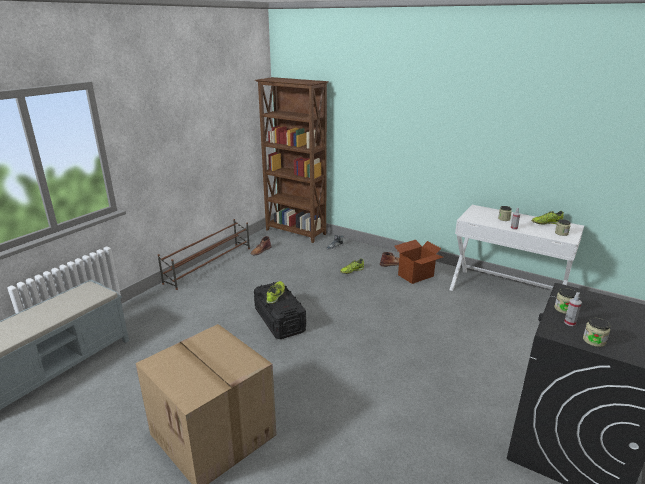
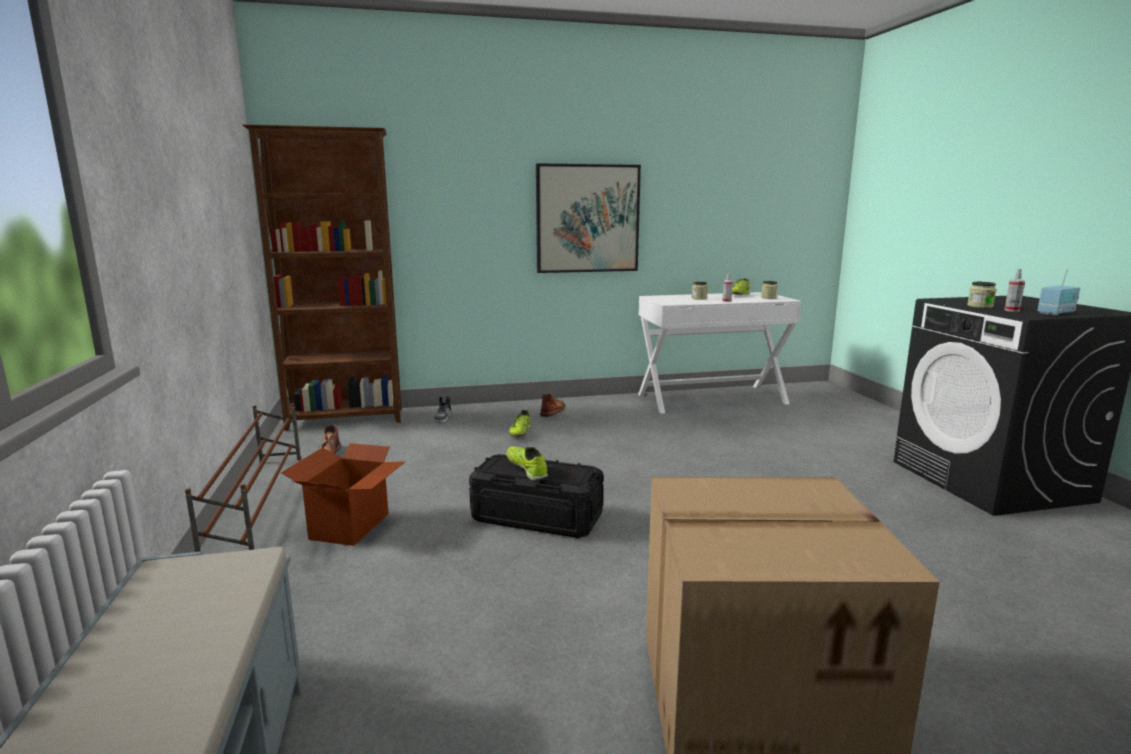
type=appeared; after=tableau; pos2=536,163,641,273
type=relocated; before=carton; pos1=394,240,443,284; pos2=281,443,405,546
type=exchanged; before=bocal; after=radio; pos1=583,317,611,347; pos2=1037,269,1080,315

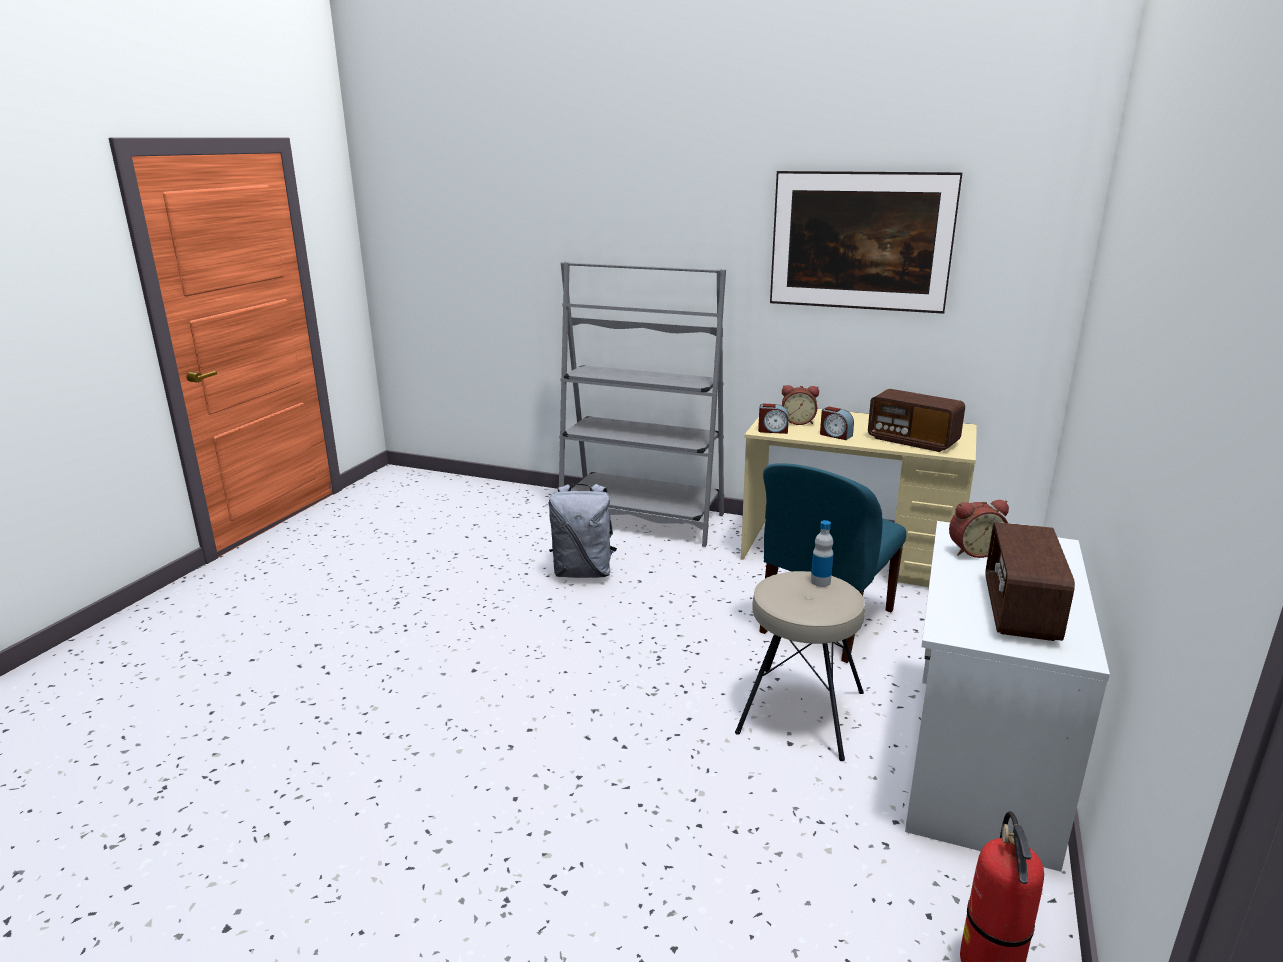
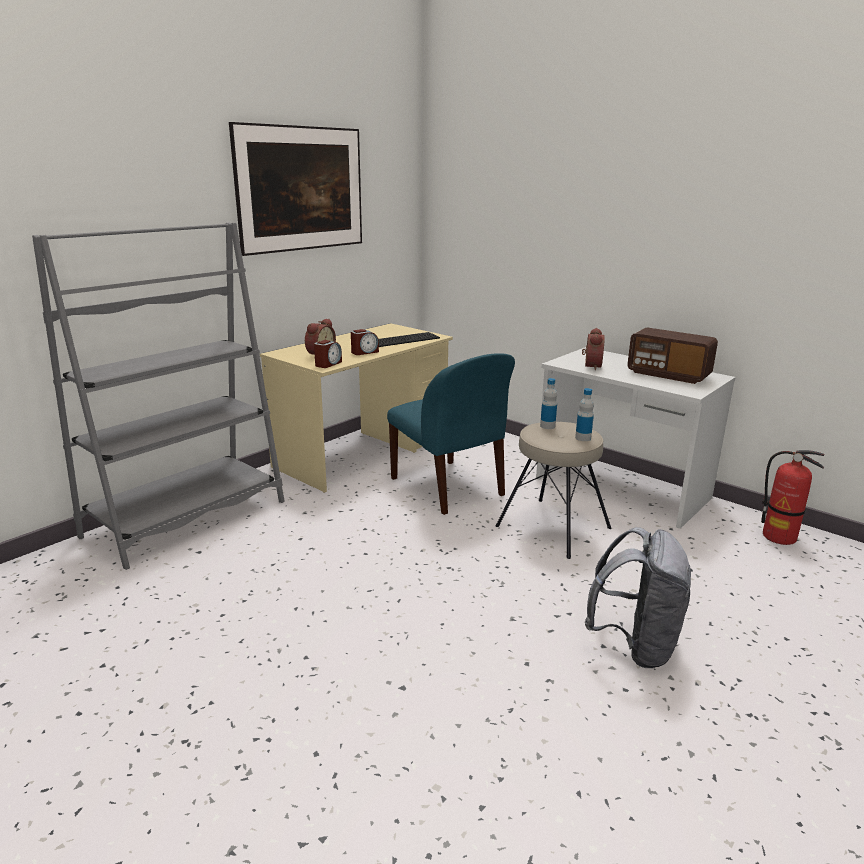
type=appeared; after=bouteille; pos2=575,388,594,441
type=relocated; before=sac à dos (gris); pos1=549,484,617,578; pos2=585,527,693,668
type=exchanged; before=radio; after=clavier; pos1=868,389,965,452; pos2=378,332,440,347

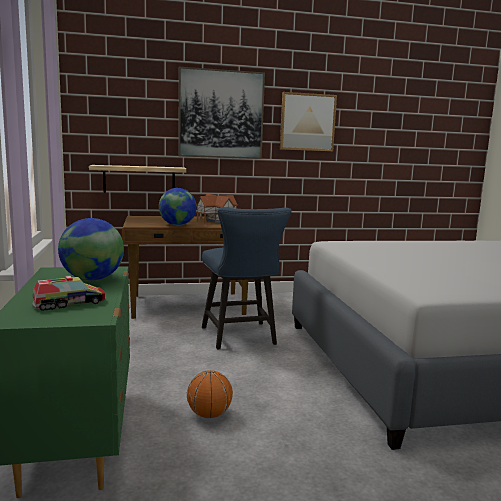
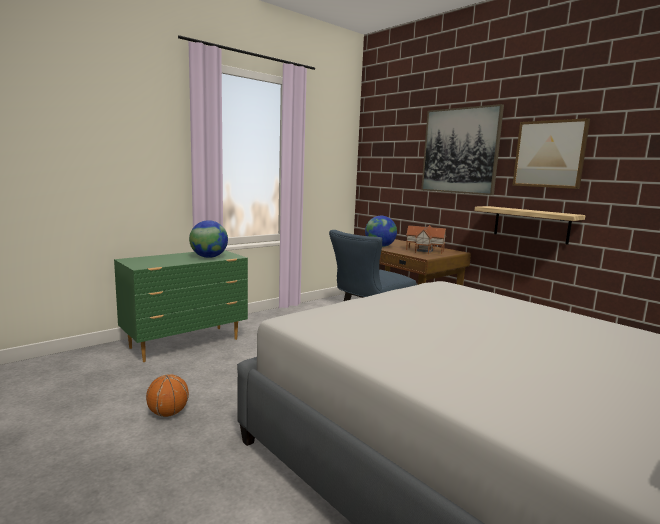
type=missing; before=camion jouet; pos1=32,275,106,311
type=relocated; before=étagère; pos1=89,165,186,193; pos2=474,206,586,245
type=relocated; before=ballon de basket; pos1=187,370,233,418; pos2=146,374,189,417

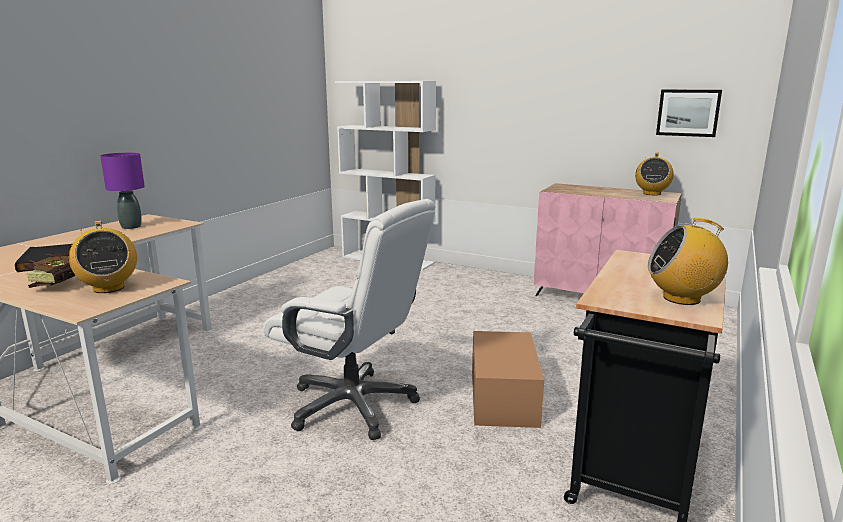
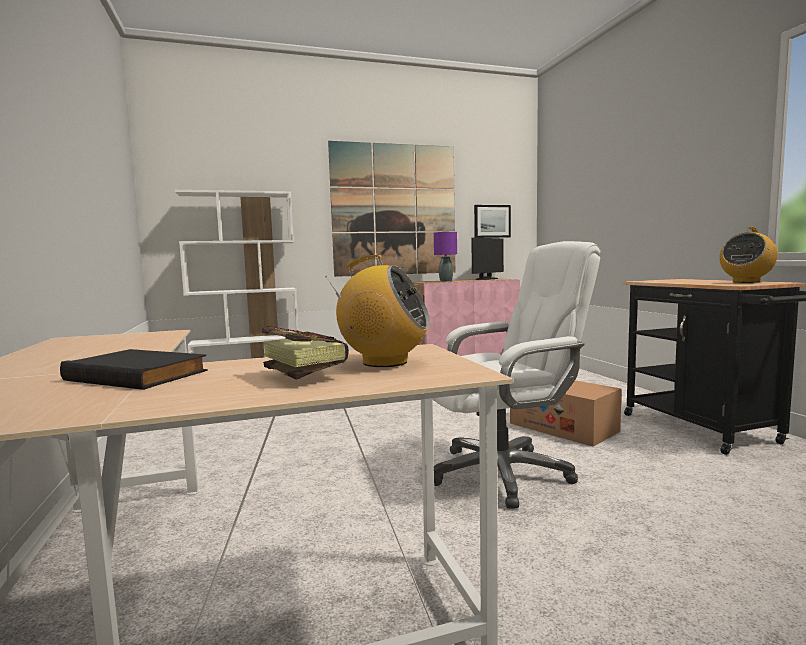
type=appeared; after=tableau; pos2=328,141,455,277
type=relocated; before=lampe de table (violet); pos1=100,153,145,229; pos2=434,232,457,282
type=exchanged; before=radio; after=écran d'ordinateur; pos1=635,152,674,195; pos2=471,238,504,280

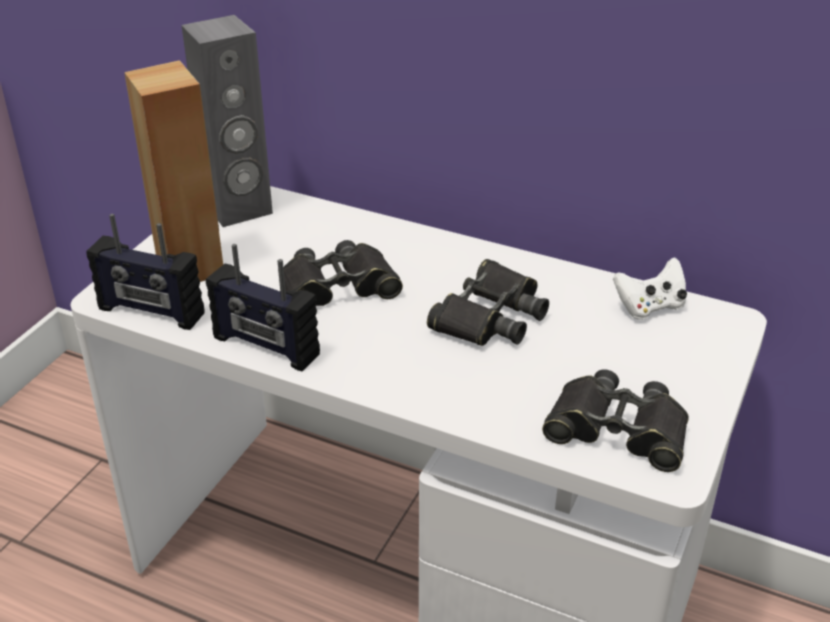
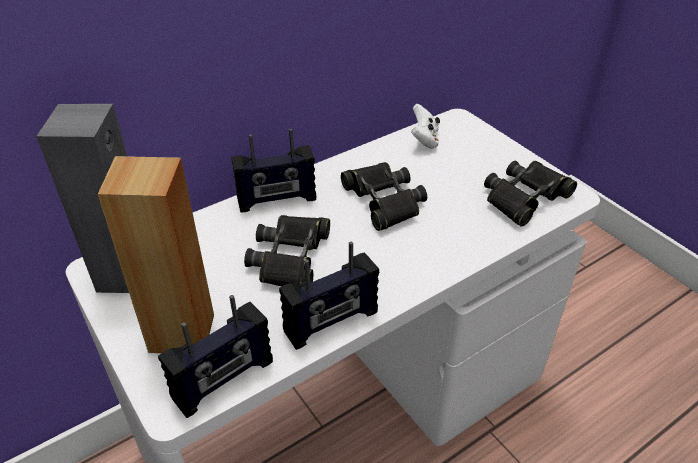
type=appeared; after=radio; pos2=231,129,316,212

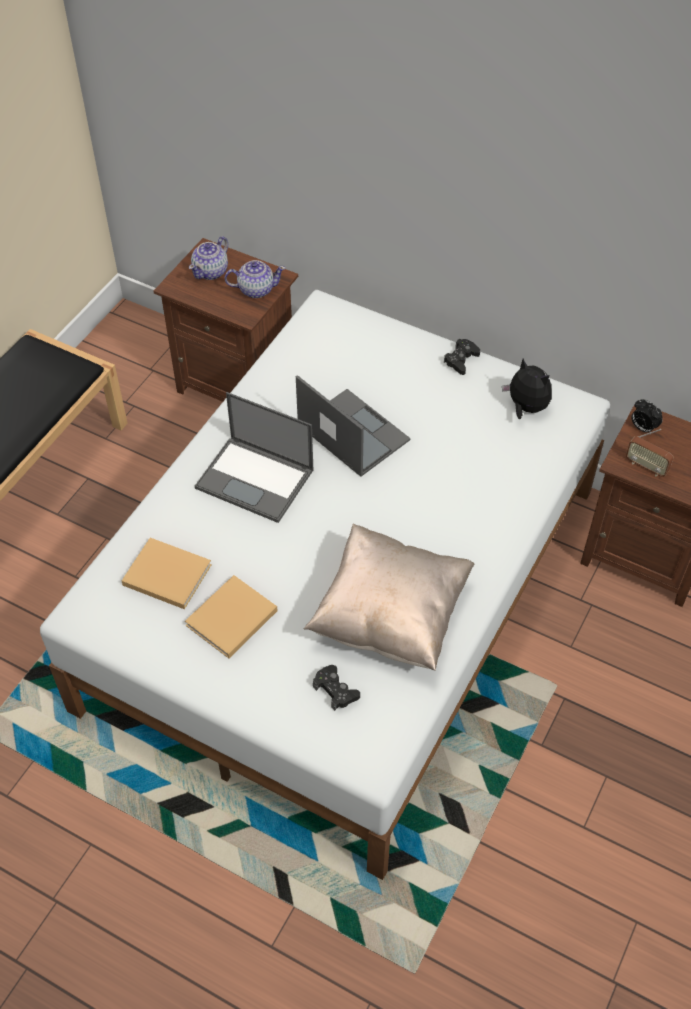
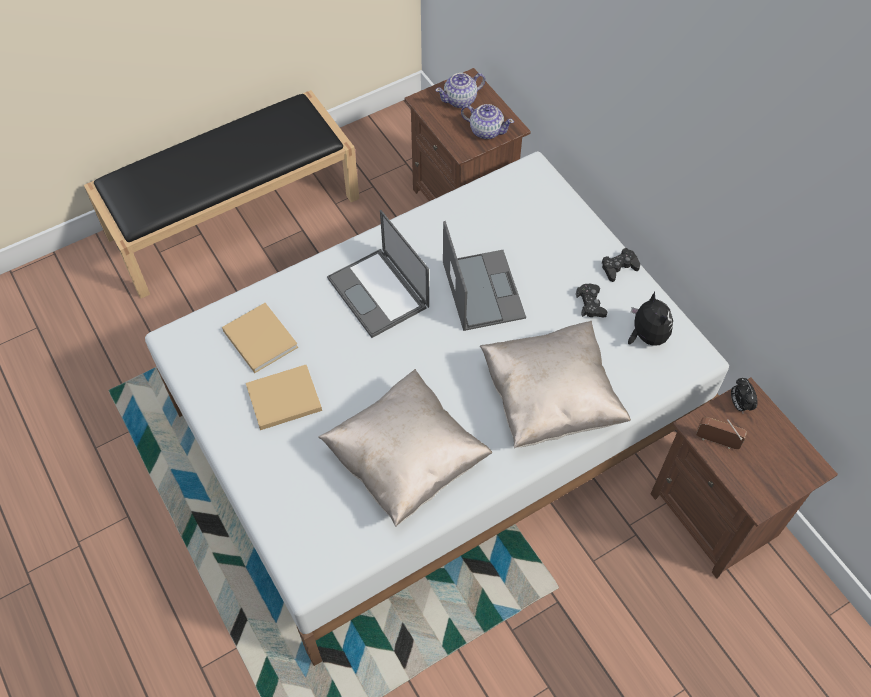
type=appeared; after=coussin (beige); pos2=480,321,631,448
type=relocated; before=manette (noir); pos1=313,665,360,711; pos2=576,284,607,318
type=spun; before=radio; pos1=626,429,673,477; pos2=696,417,747,449; turn=135

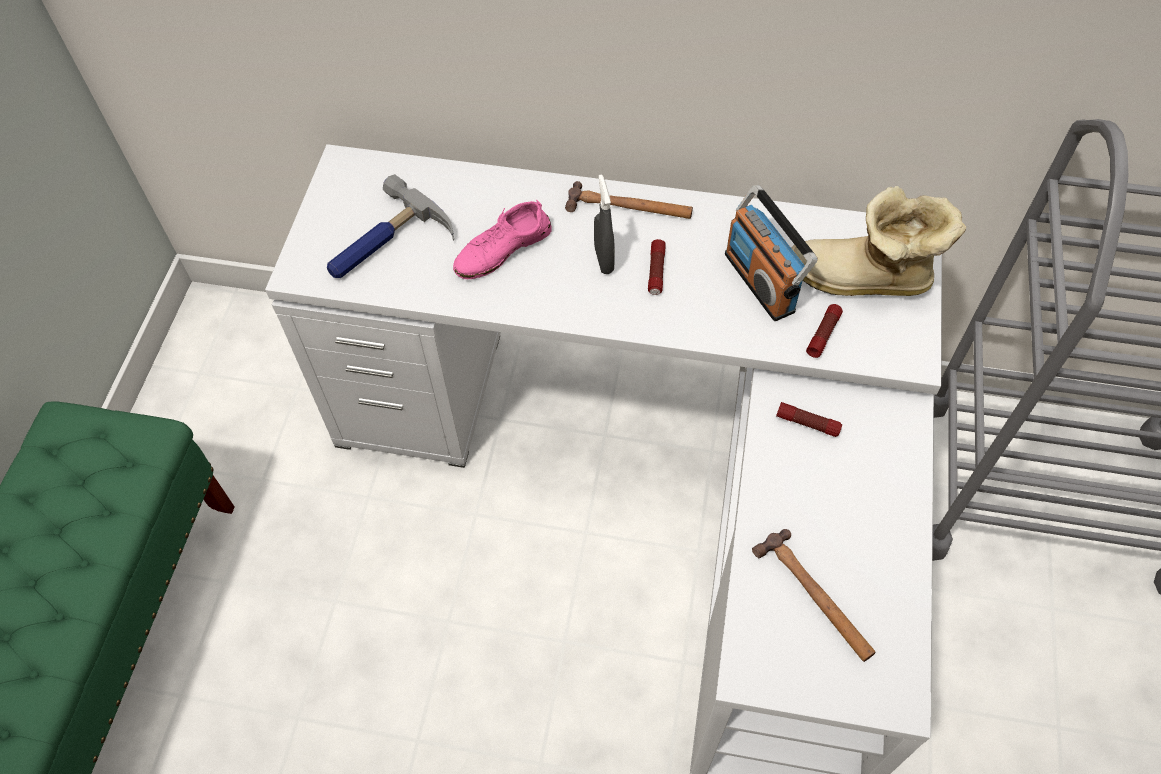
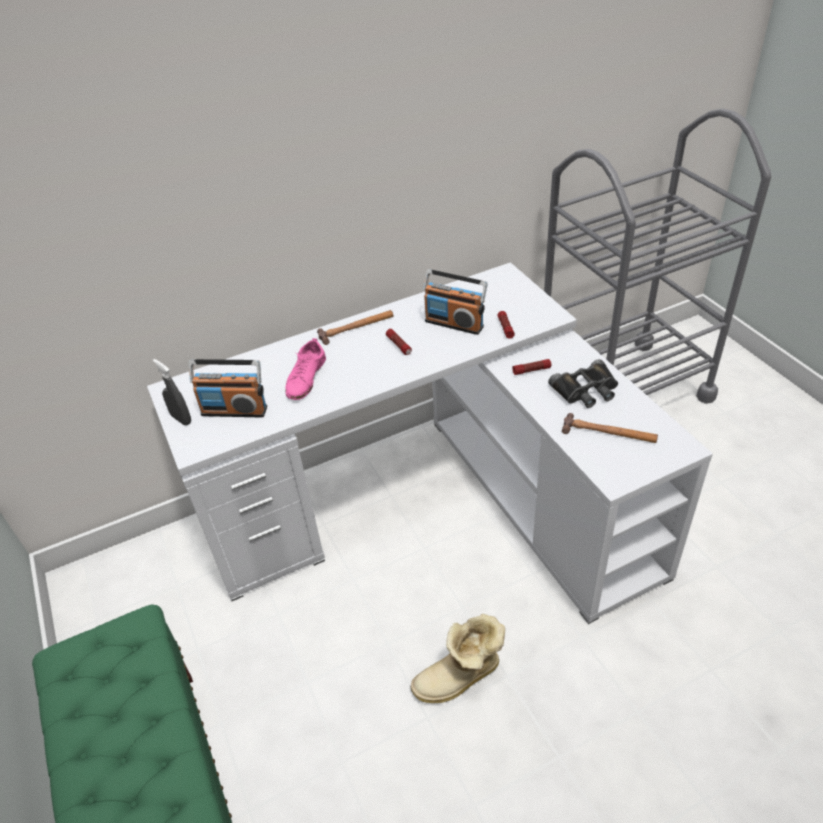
type=appeared; after=jumelles (noir); pos2=548,359,618,408
type=relocated; before=vaporisateur (gris); pos1=594,174,615,274; pos2=153,359,191,425
type=relocated; before=botte; pos1=791,186,966,296; pos2=411,614,505,703
type=exchanged; before=marteau; after=radio; pos1=327,174,454,278; pos2=189,359,267,417

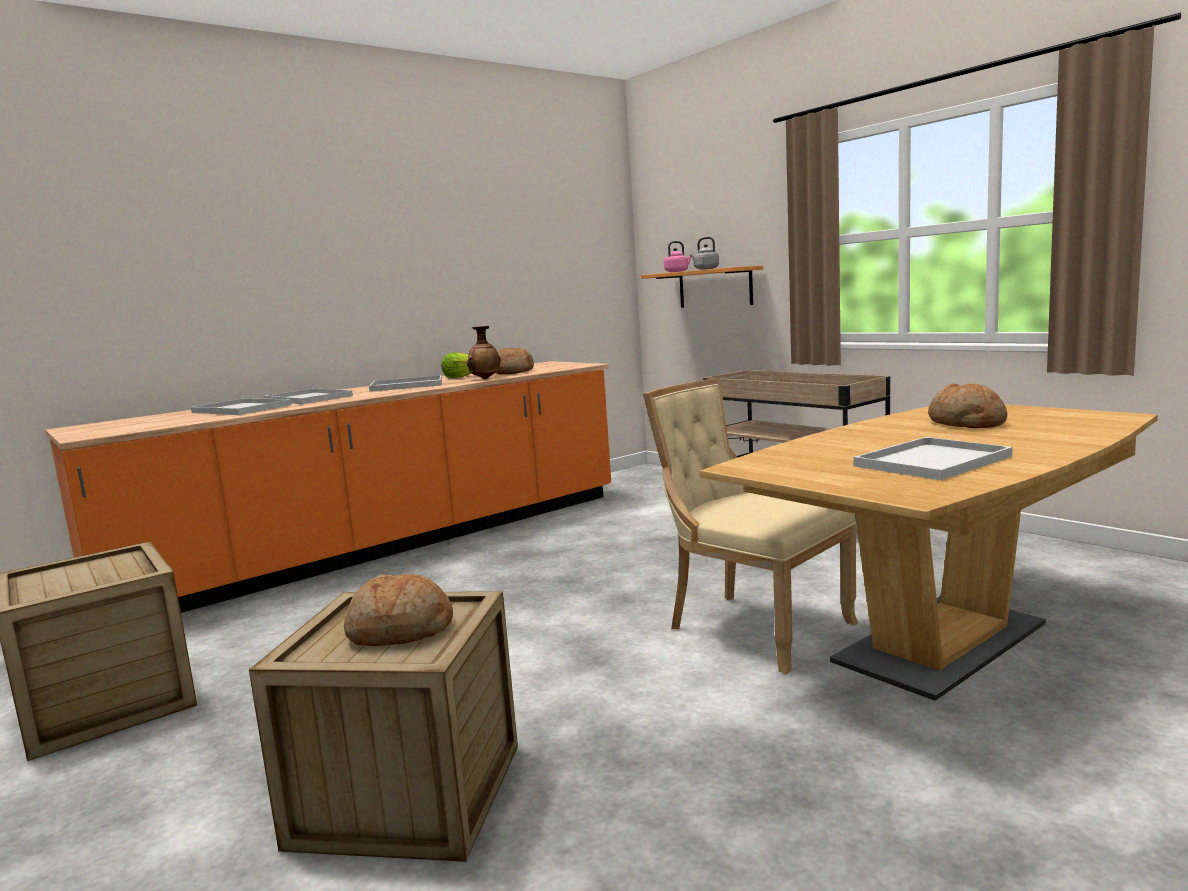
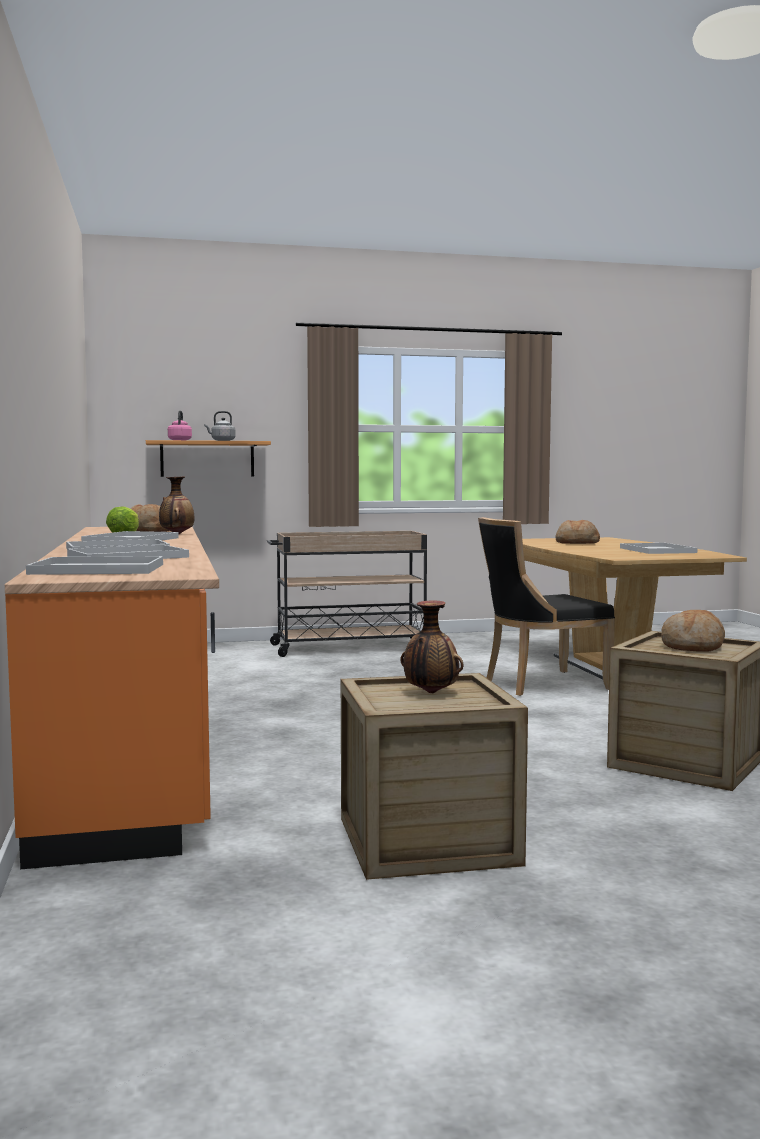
type=appeared; after=plateau (blanc); pos2=26,556,163,575
type=appeared; after=vase; pos2=400,600,464,693
type=colour; before=chaise (beige); after=chaise (noir); pos1=643,378,858,674; pos2=478,517,615,696

